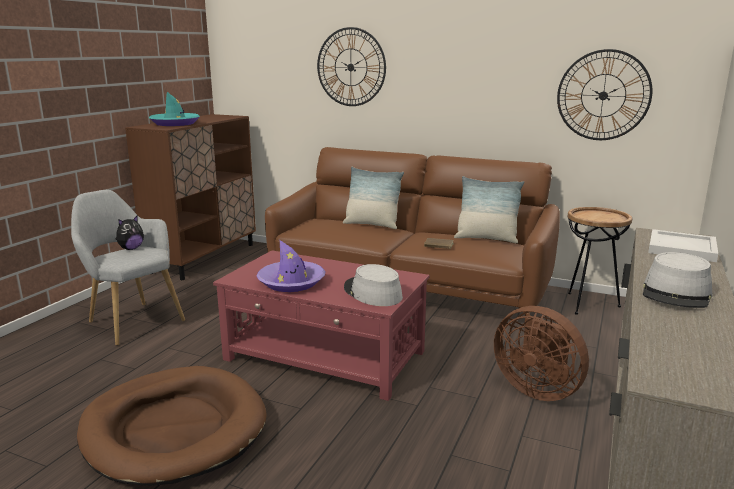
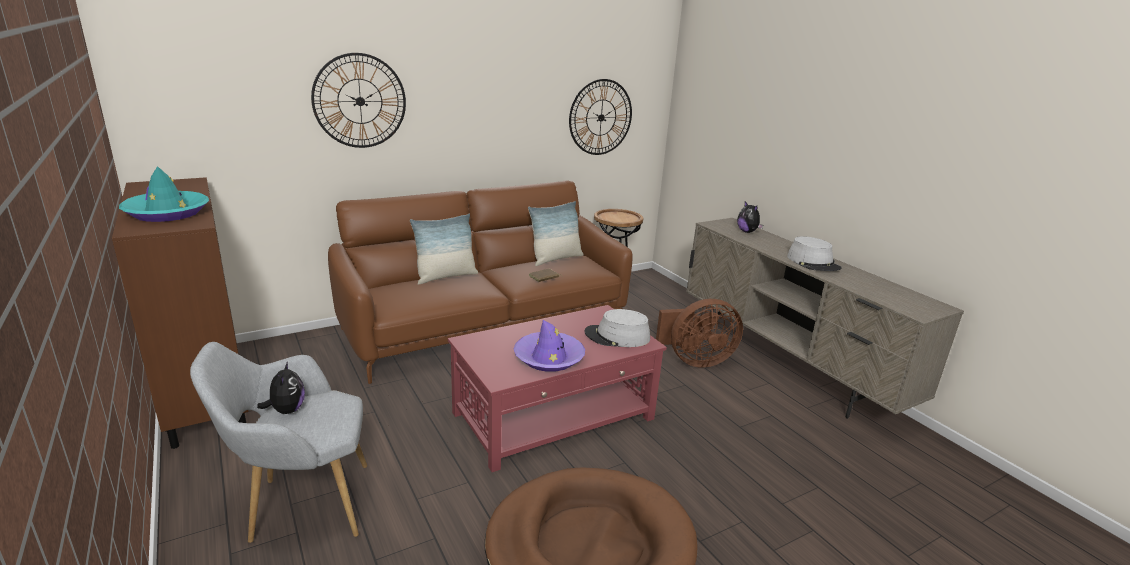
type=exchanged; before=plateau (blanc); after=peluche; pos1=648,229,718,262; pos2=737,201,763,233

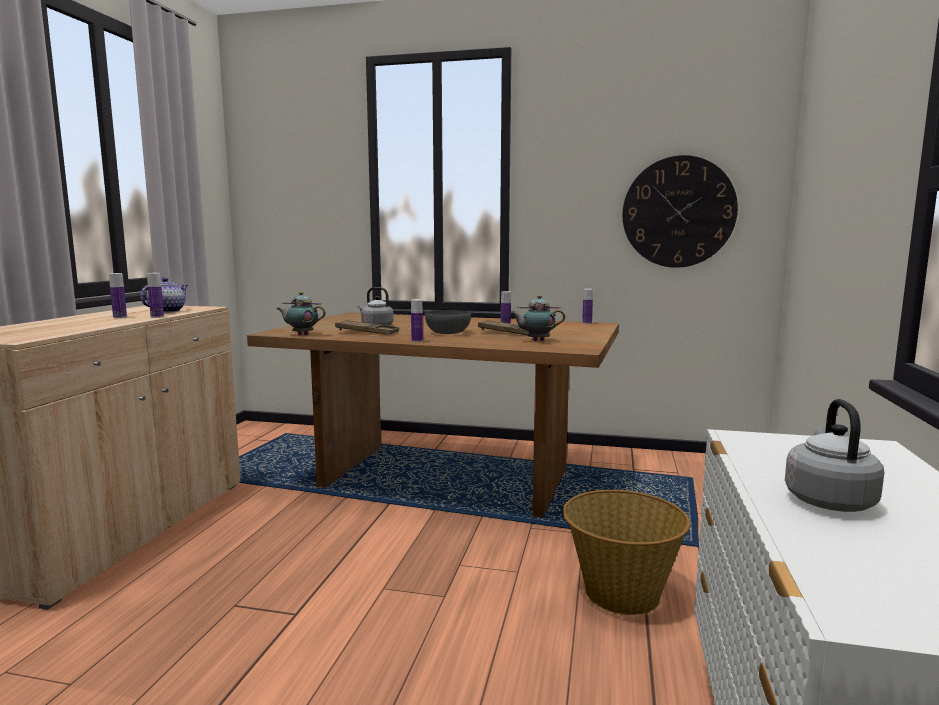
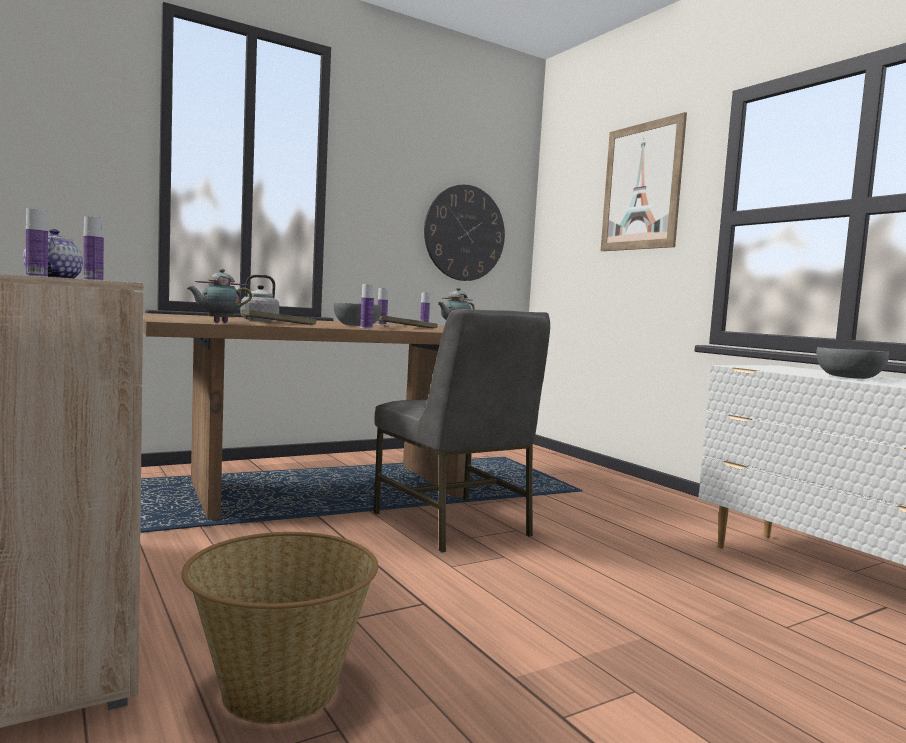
type=appeared; after=chaise (gris); pos2=373,309,550,552
type=appeared; after=tableau; pos2=601,112,687,251
type=relocated; before=panier; pos1=563,490,690,615; pos2=182,532,378,724
type=exchanged; before=bouilloire (gris); after=bol (gris); pos1=785,399,884,512; pos2=816,347,889,379

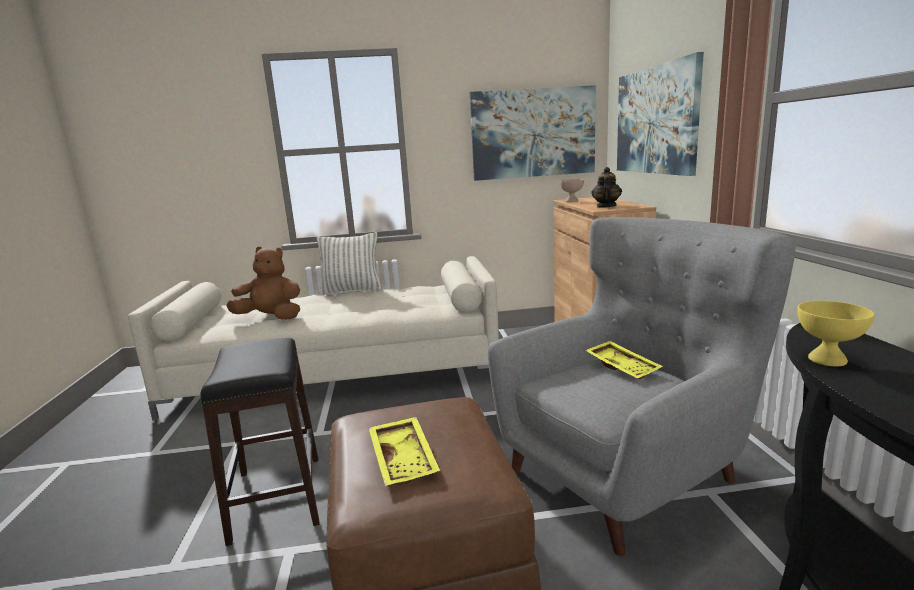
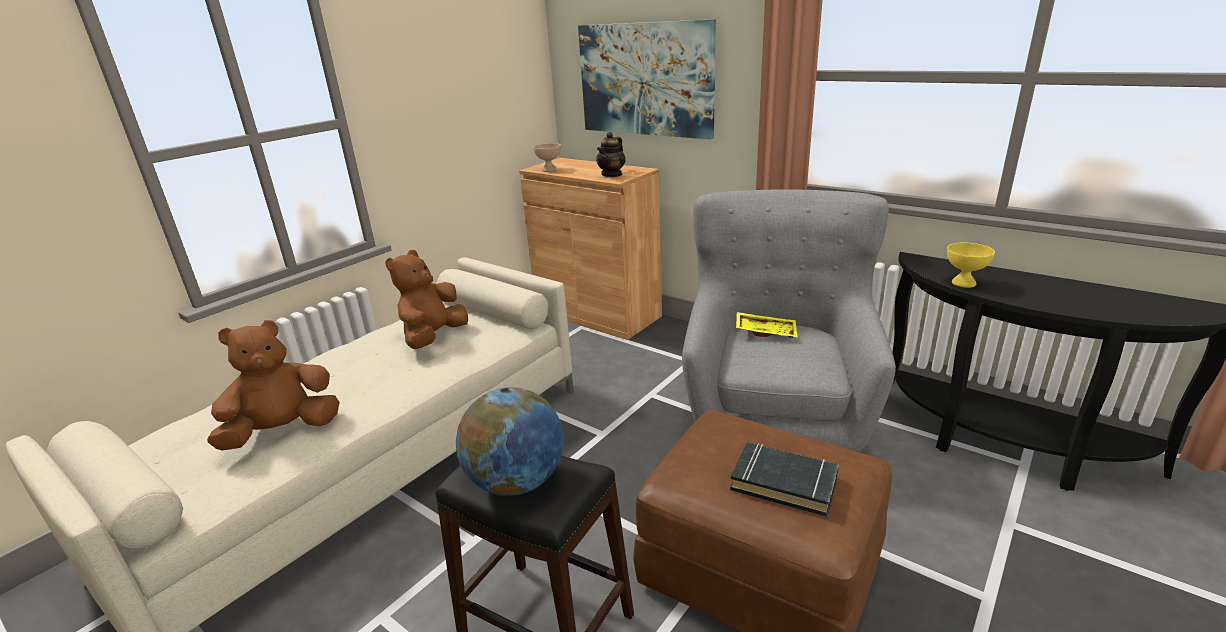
type=missing; before=coussin; pos1=316,232,382,295
type=missing; before=tableau; pos1=470,85,596,181
type=appeared; after=peluche (marron); pos2=385,250,468,349
type=appeared; after=globe; pos2=456,387,563,496
type=exchanged; before=plateau (jaune); after=livre (noir); pos1=369,417,440,486; pos2=730,442,839,517
type=spun; before=théière; pos1=591,167,622,208; pos2=596,132,626,177; turn=-120

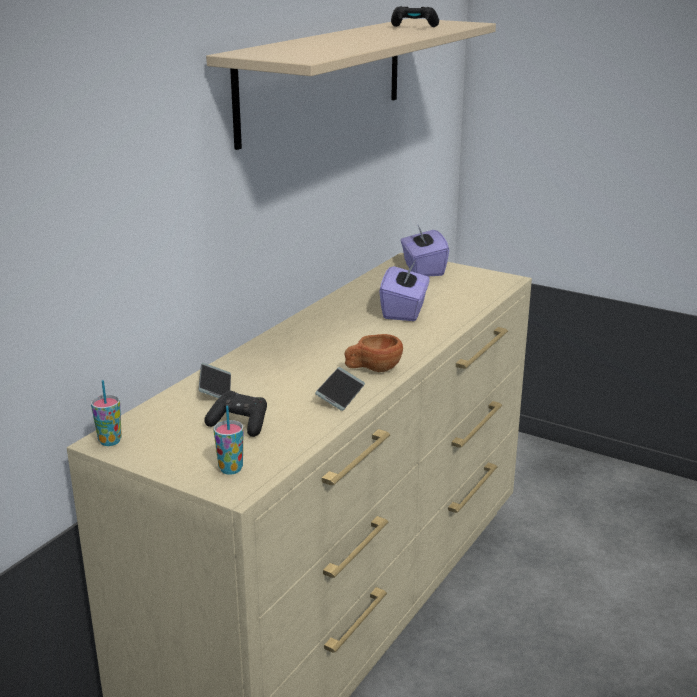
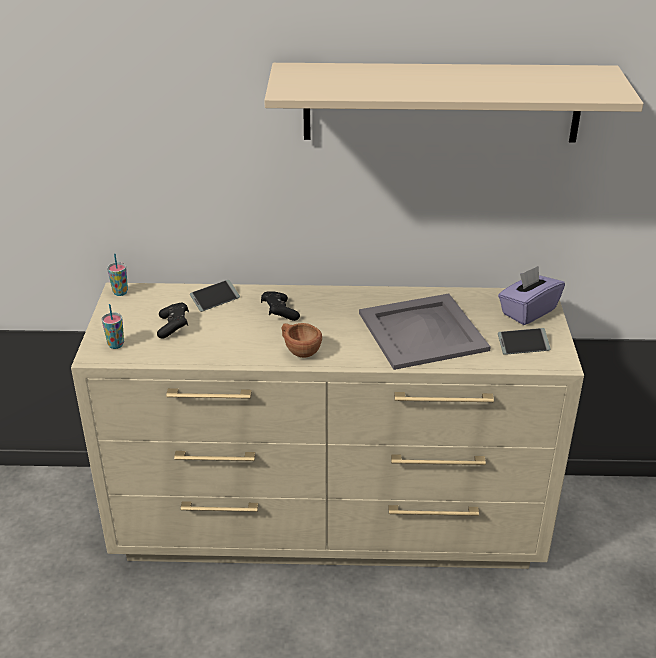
type=relocated; before=téléphone; pos1=315,367,365,411; pos2=498,328,551,355
type=relocated; before=manette (noir); pos1=391,6,439,27; pos2=261,291,300,321
type=exchanged; before=boîte à mouchoirs (violet); after=plateau (gris); pos1=379,260,429,321; pos2=359,294,491,370

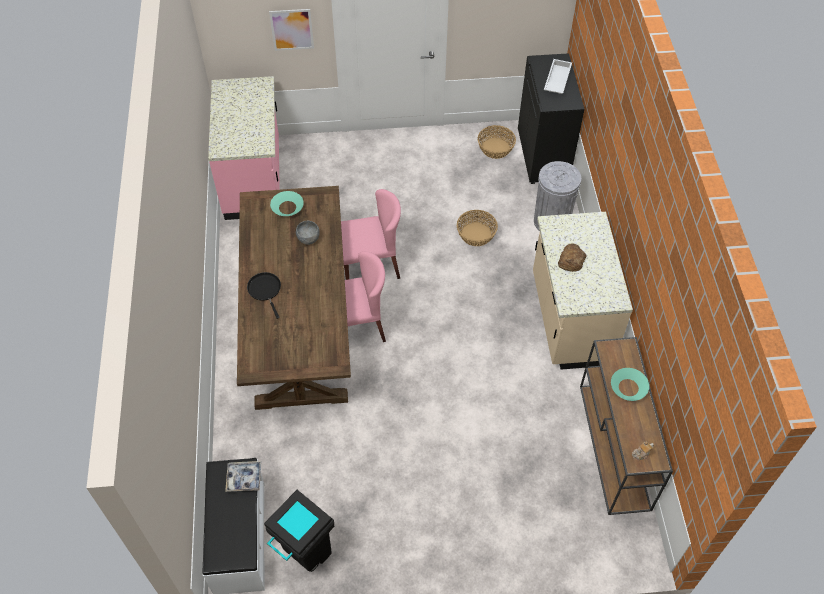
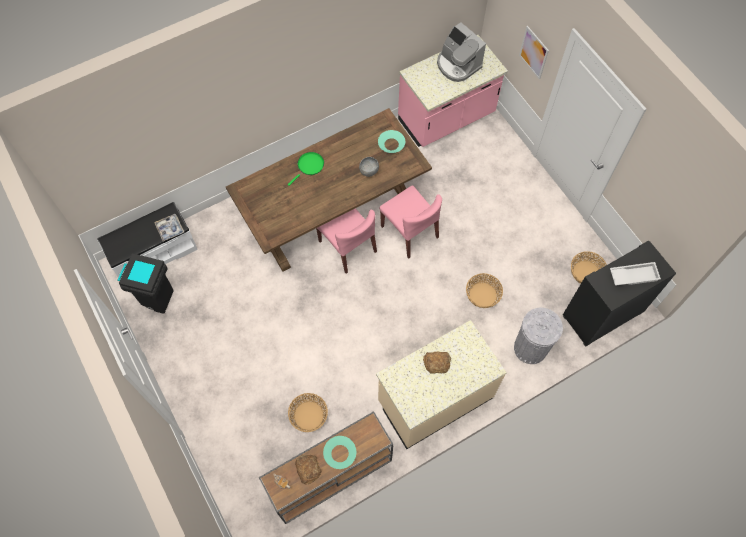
type=appeared; after=panier; pos2=288,393,328,432
type=appeared; after=pain; pos2=295,455,321,485
type=appeared; after=machine à café; pos2=437,23,486,82
type=colour; before=poêle (noir); after=poêle (vert); pos1=247,272,281,319; pos2=288,152,324,186

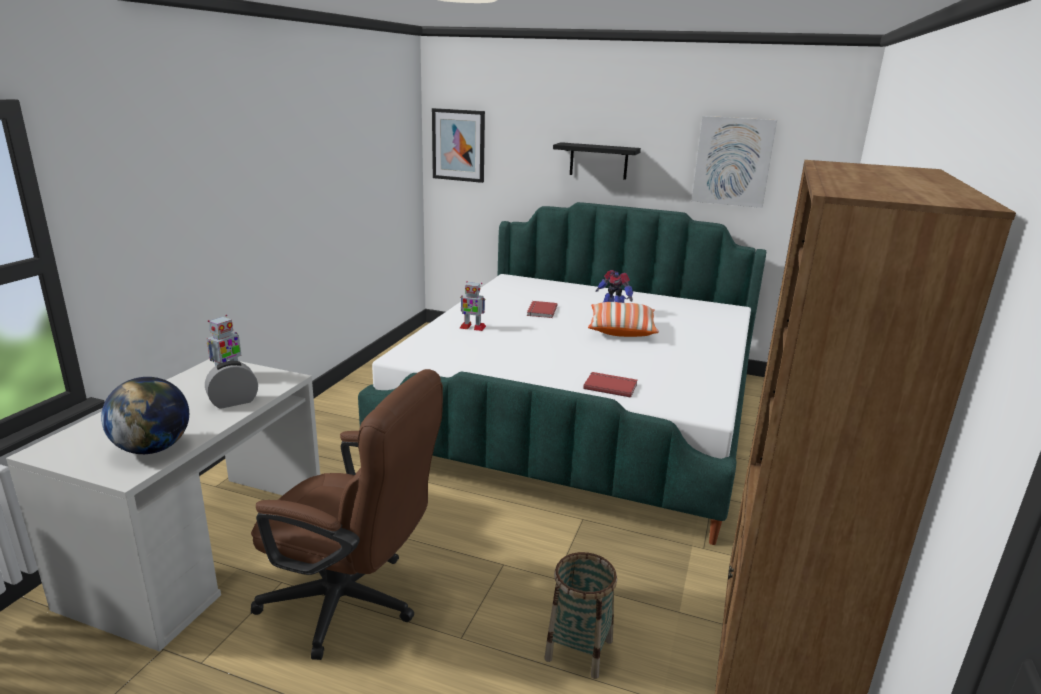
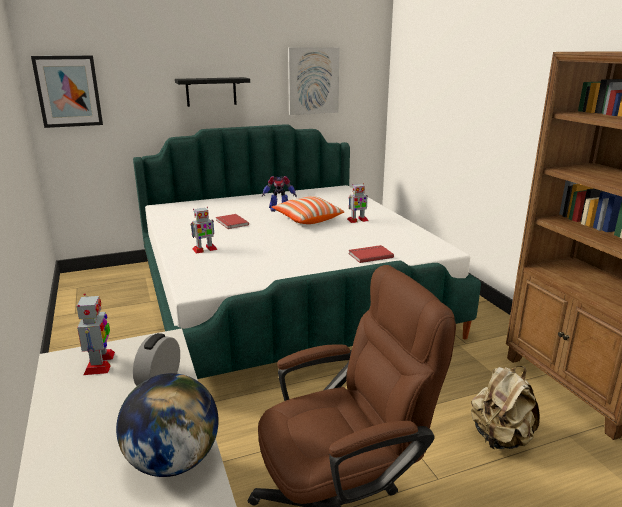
type=appeared; after=robot jouet; pos2=347,183,368,223
type=exchanged; before=panier; after=sac à dos (beige); pos1=544,552,617,679; pos2=471,366,540,449

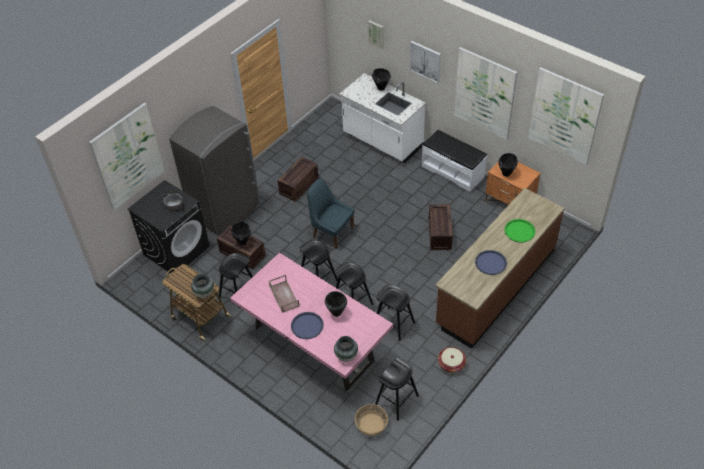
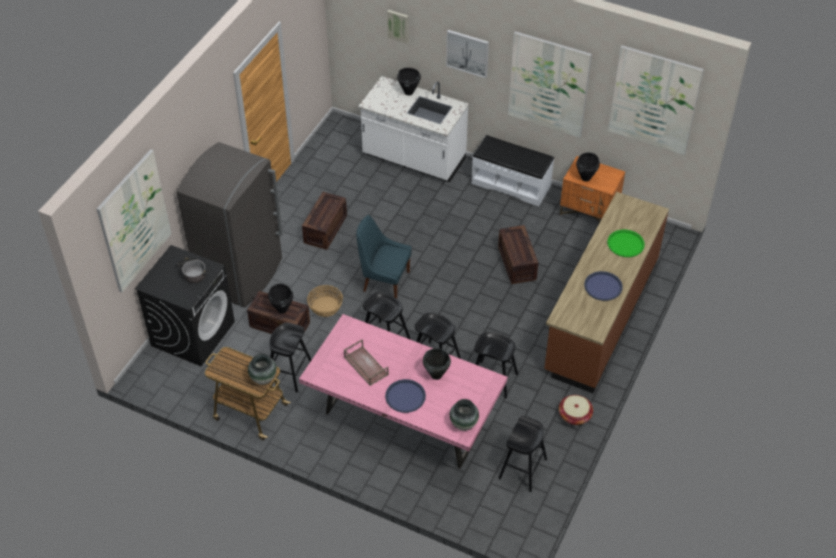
type=relocated; before=panier; pos1=355,404,388,436; pos2=307,285,343,317

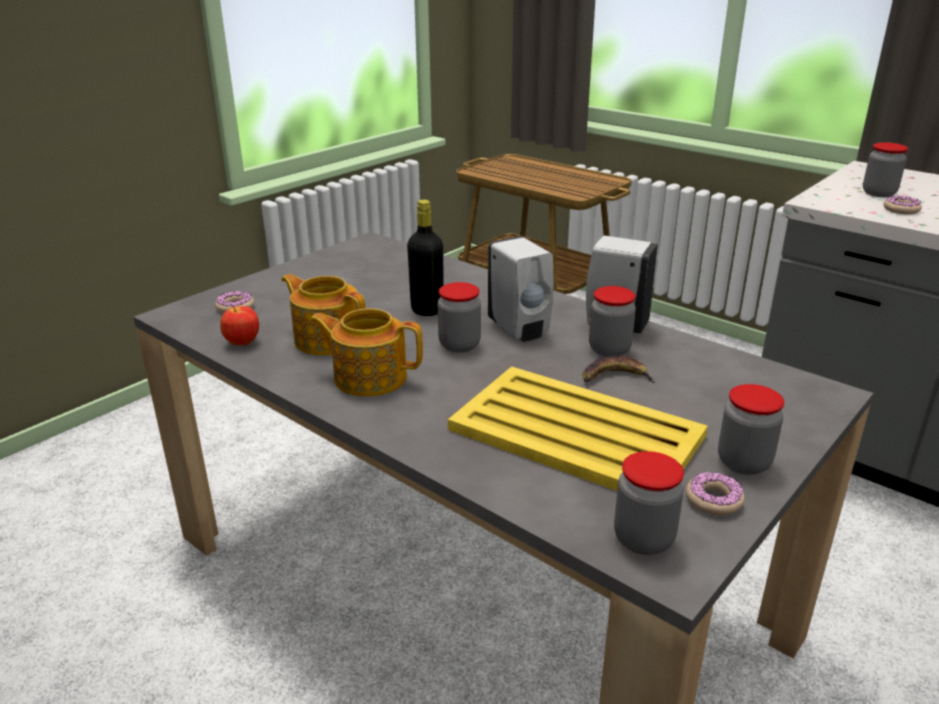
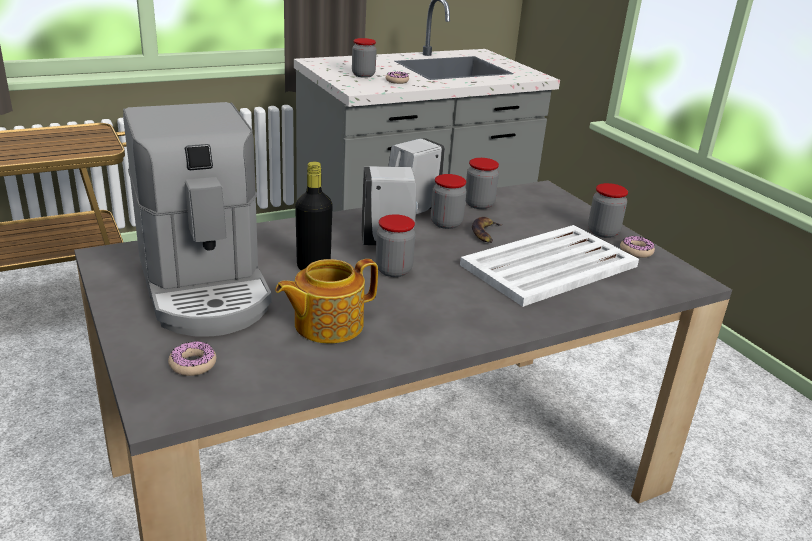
type=missing; before=pomme; pos1=220,306,259,346
type=missing; before=théière; pos1=309,308,423,397
type=appeared; after=machine à café; pos2=123,102,272,337
type=relocated; before=bocal; pos1=614,451,684,555; pos2=465,158,499,209
type=colour; before=plateau (jaune); after=plateau (blanc); pos1=448,366,708,491; pos2=460,225,639,307

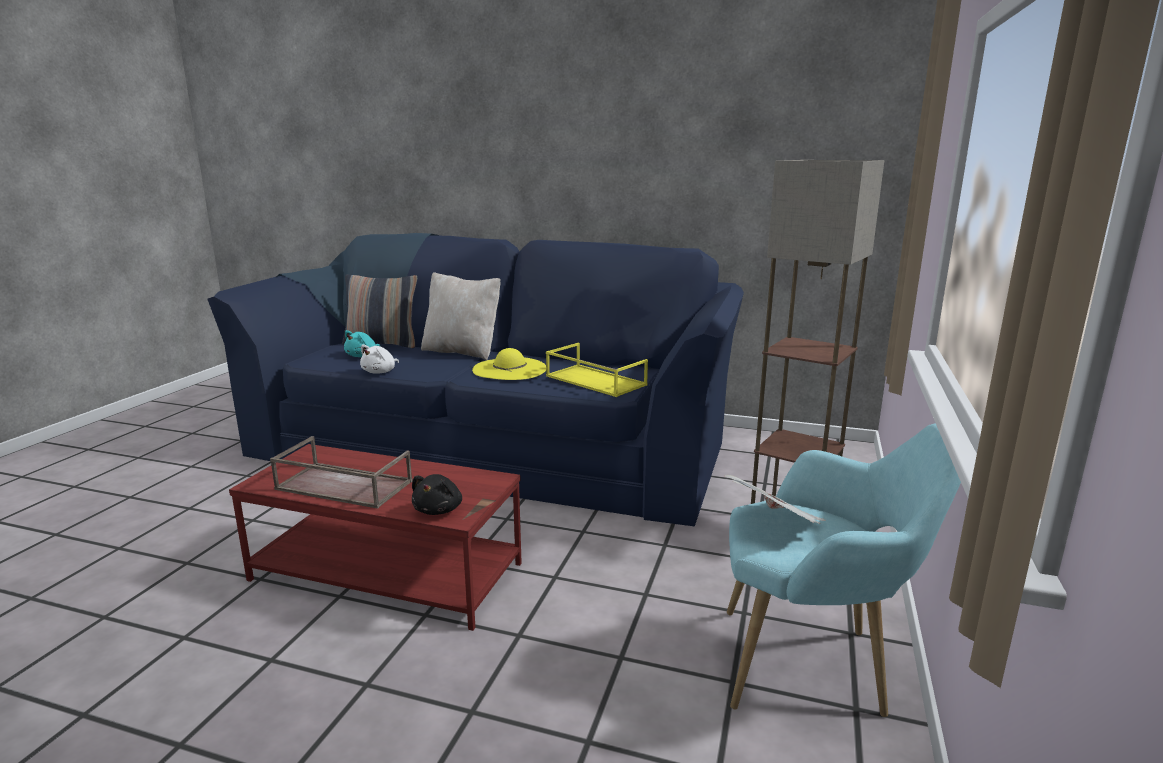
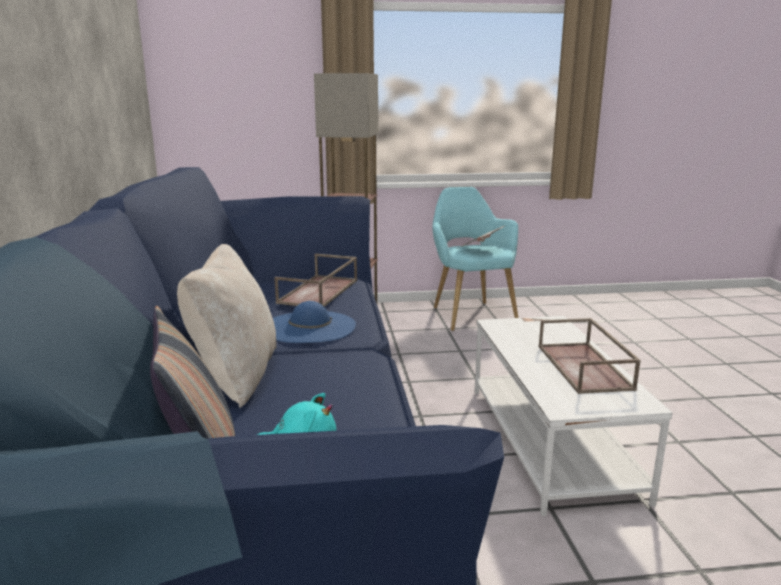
type=missing; before=peluche (blanc); pos1=360,344,399,374
type=missing; before=peluche (noir); pos1=412,474,462,515
type=colour; before=table basse (rouge); after=table basse (blanc); pos1=229,444,522,631; pos2=475,316,673,516
type=colour; before=chapeau (jaune); after=chapeau (bleu); pos1=472,348,546,380; pos2=273,301,356,343
type=colour; before=plateau (jaune); after=plateau (marron); pos1=546,343,648,397; pos2=274,253,357,307

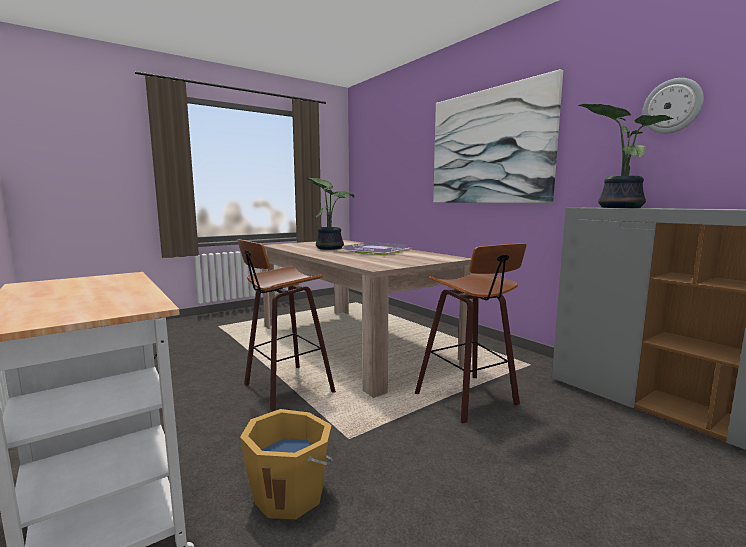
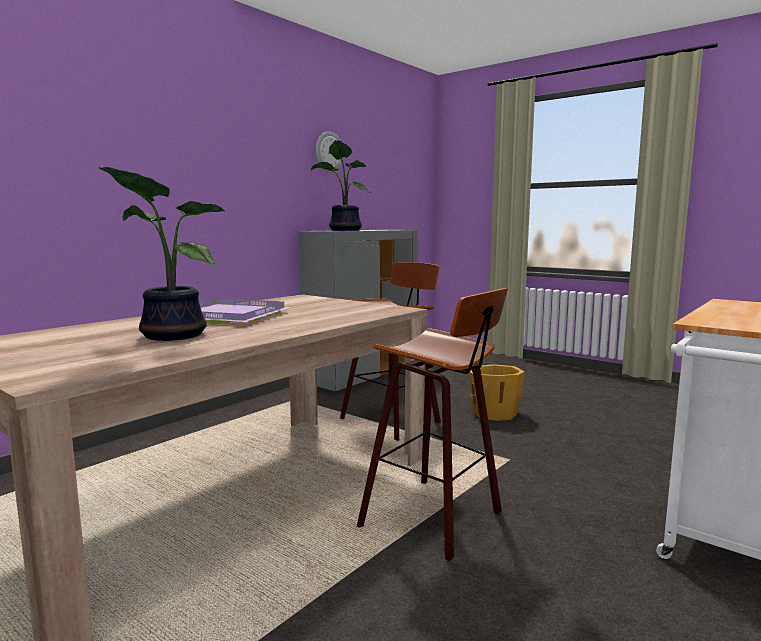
type=missing; before=tableau; pos1=433,69,563,203
type=relocated; before=seau (orange); pos1=240,409,334,519; pos2=468,364,525,421

